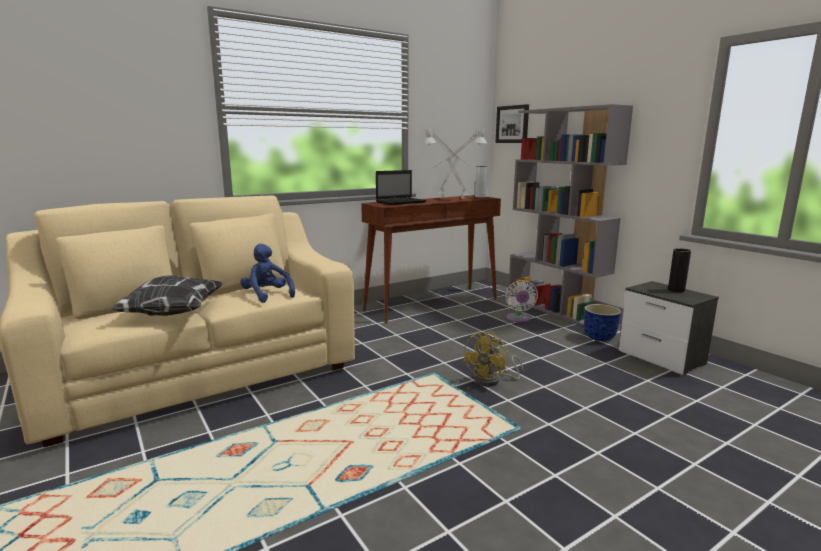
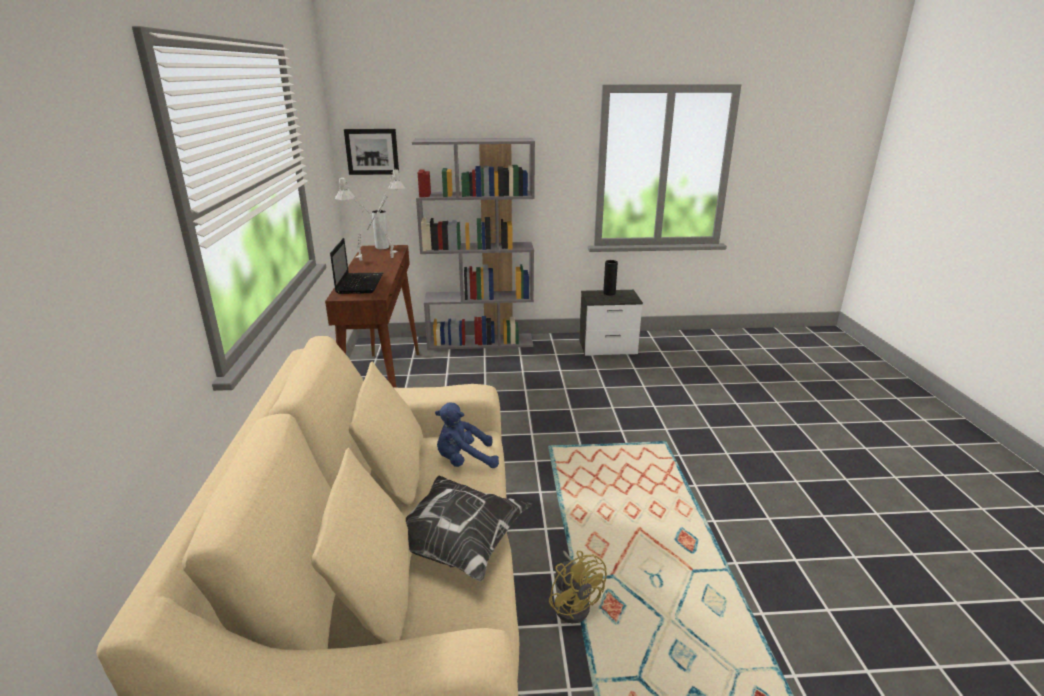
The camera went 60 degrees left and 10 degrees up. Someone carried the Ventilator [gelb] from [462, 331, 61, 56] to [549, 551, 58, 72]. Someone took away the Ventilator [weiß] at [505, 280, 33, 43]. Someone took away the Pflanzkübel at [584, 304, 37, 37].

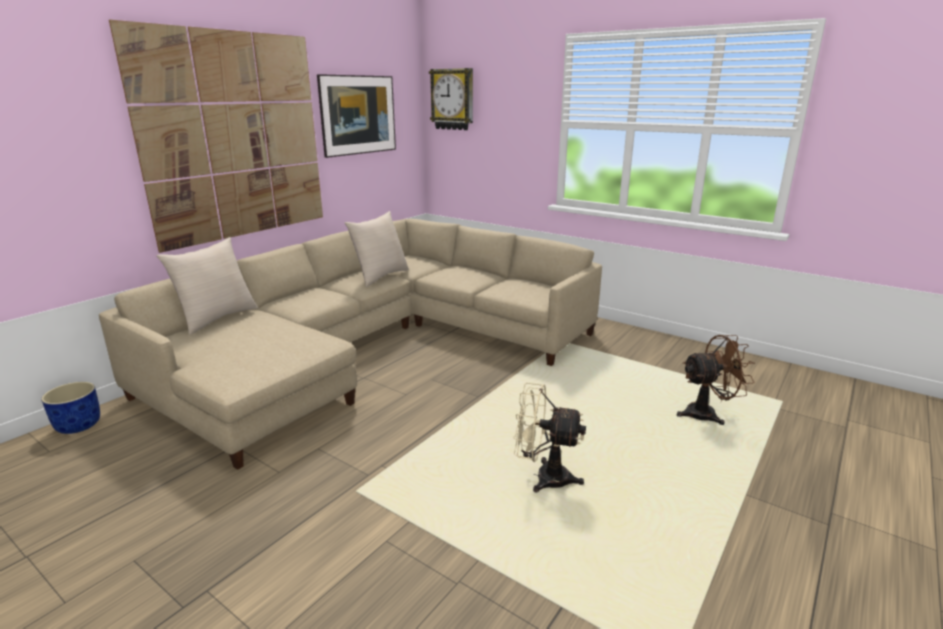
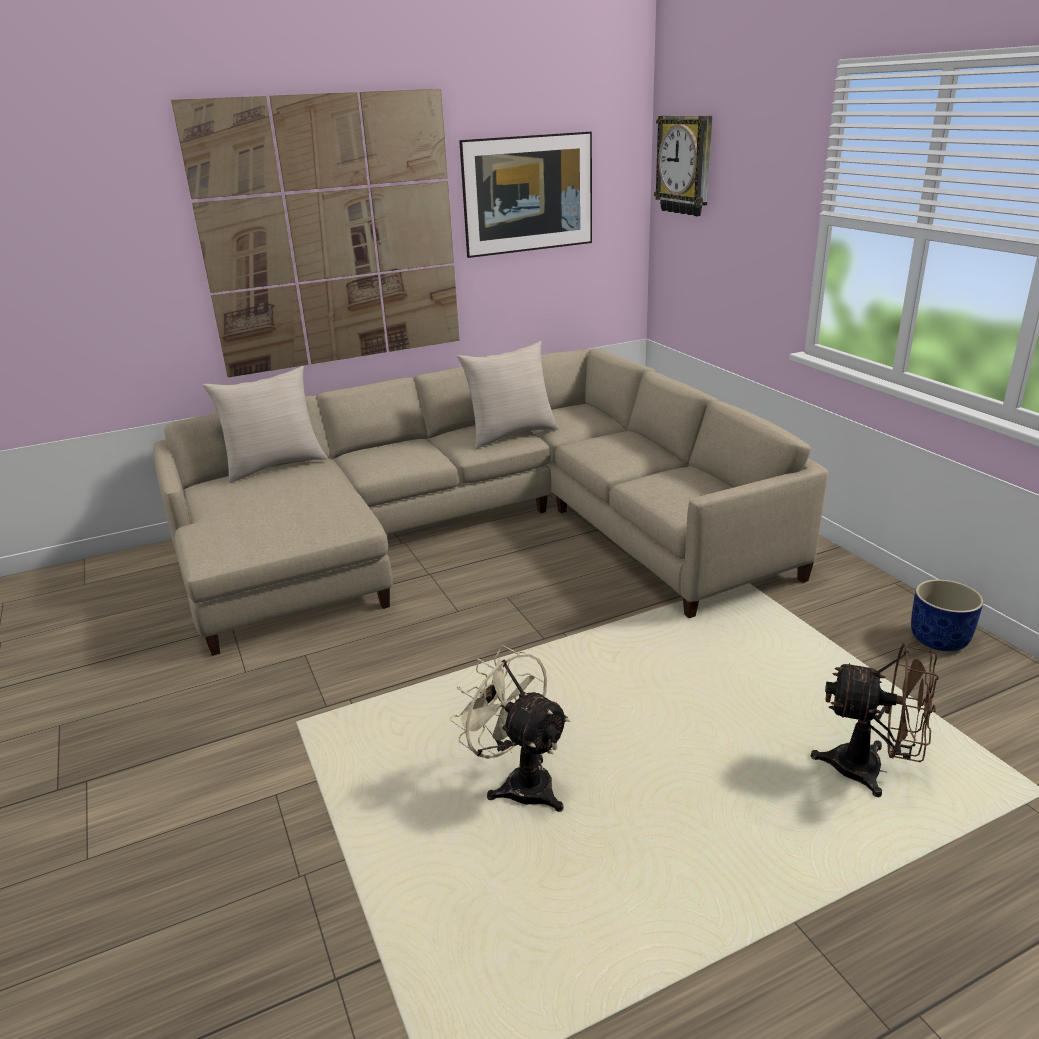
The camera went 30 degrees right and 5 degrees up. Someone carried the Pflanzkübel [blau] from [41, 382, 59, 52] to [911, 579, 72, 72].

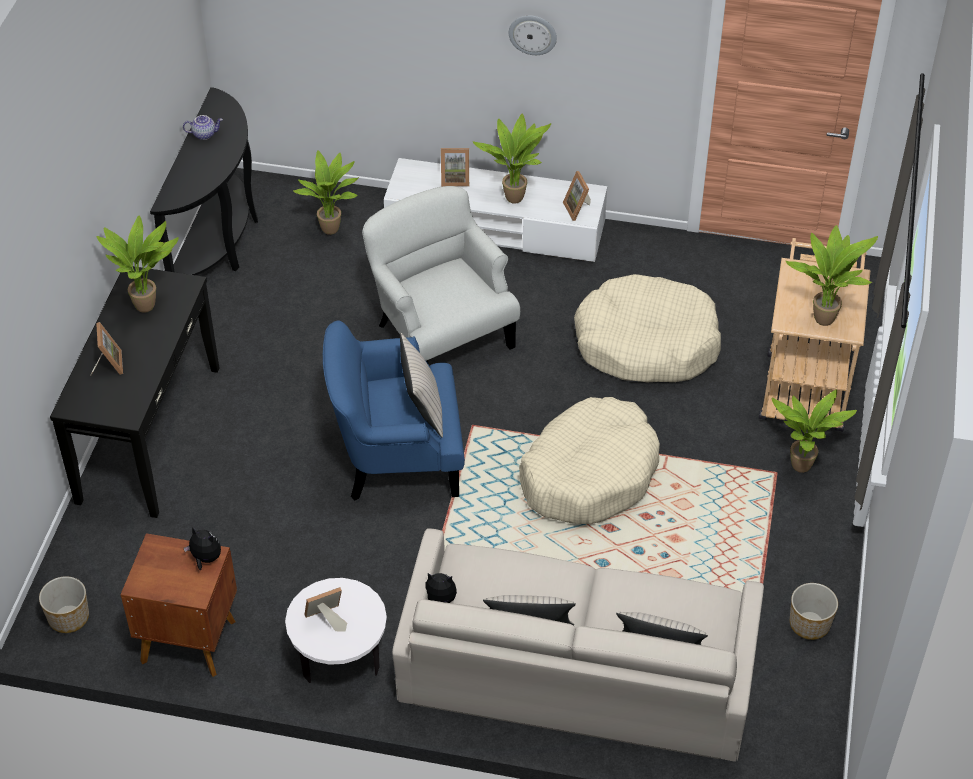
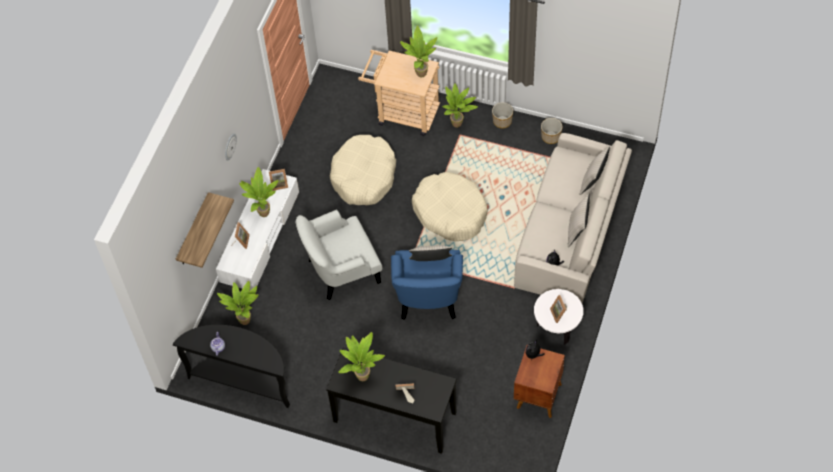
The camera went 80 degrees left and 10 degrees up. Someone put up the Wandregal at [176, 192, 58, 76]. Someone carried the Pflanzkübel from [39, 576, 50, 57] to [492, 102, 21, 26].

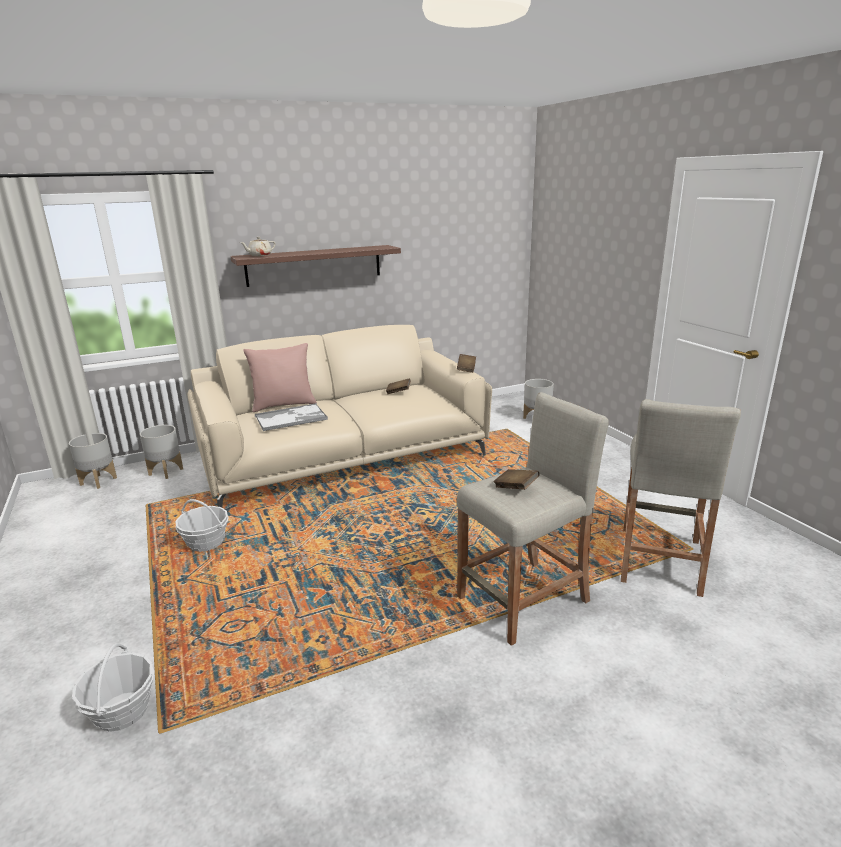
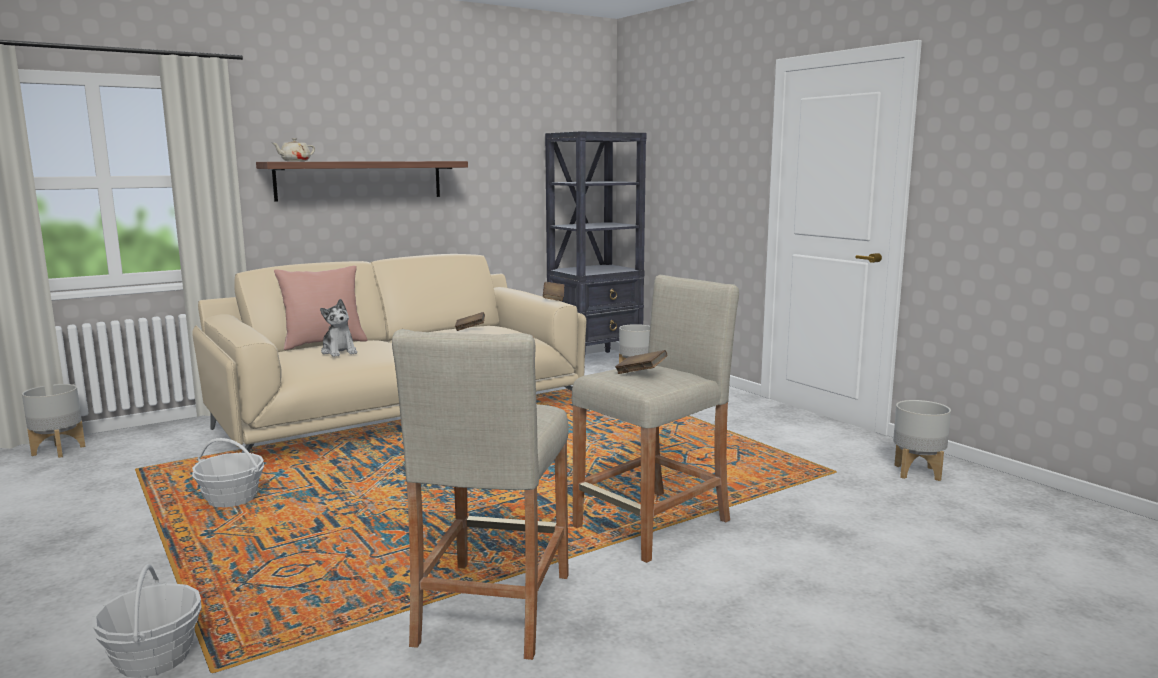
The camera went 10 degrees left and 10 degrees down. Someone swapped the Tablett at [255, 403, 73, 28] for the Plüschtier at [320, 299, 37, 58]. Someone carried the Hocker [beige] from [621, 399, 120, 198] to [392, 329, 177, 331]. Someone put down the Bücherregal [schwarz] at [545, 131, 101, 237]. Someone carried the Pflanzkübel [grau] from [140, 425, 43, 54] to [893, 400, 58, 81].

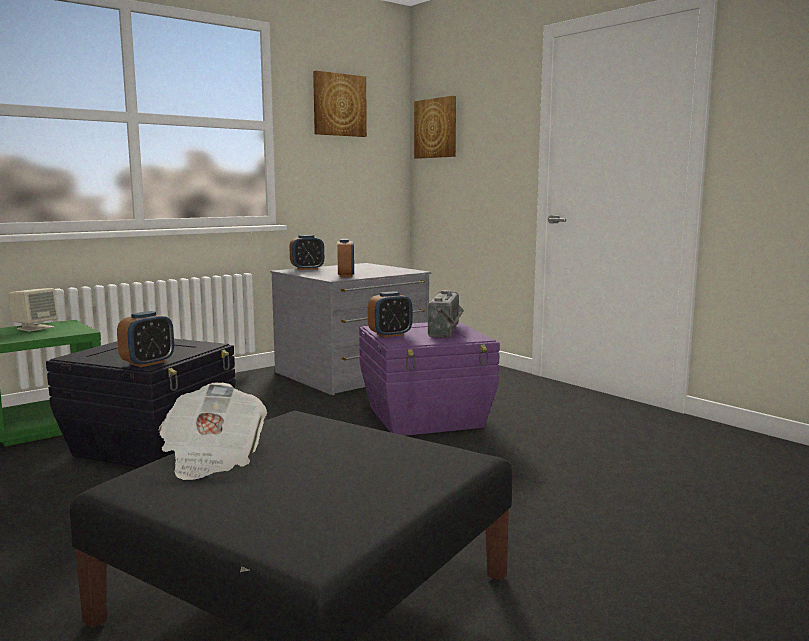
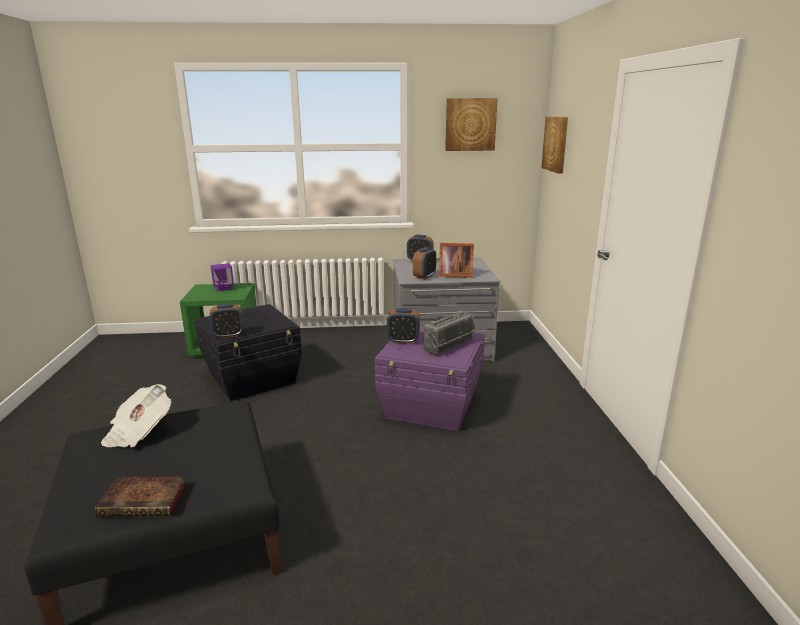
The camera went 35 degrees right and 10 degrees up. Someone put down the Buch at [94, 476, 94, 40]. Someone repainted the Lautsprecher [beige] at [8, 288, 50, 44], which became the Lautsprecher [lila] at [211, 263, 23, 28]. Someone put down the Bilderrahmen at [439, 243, 35, 35].

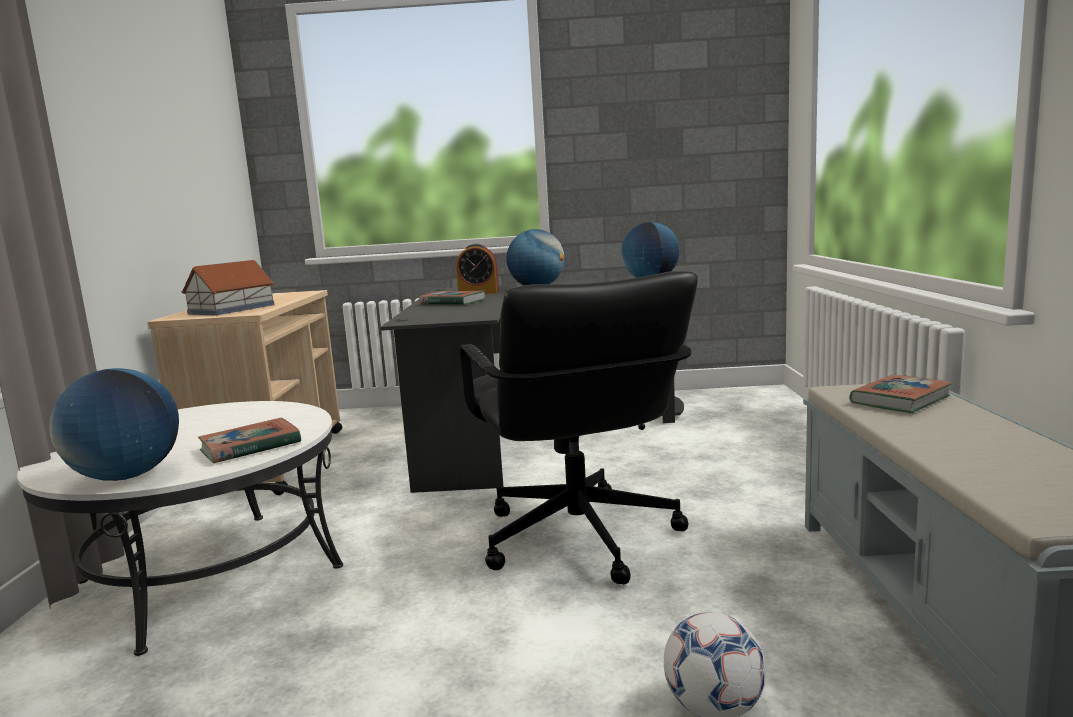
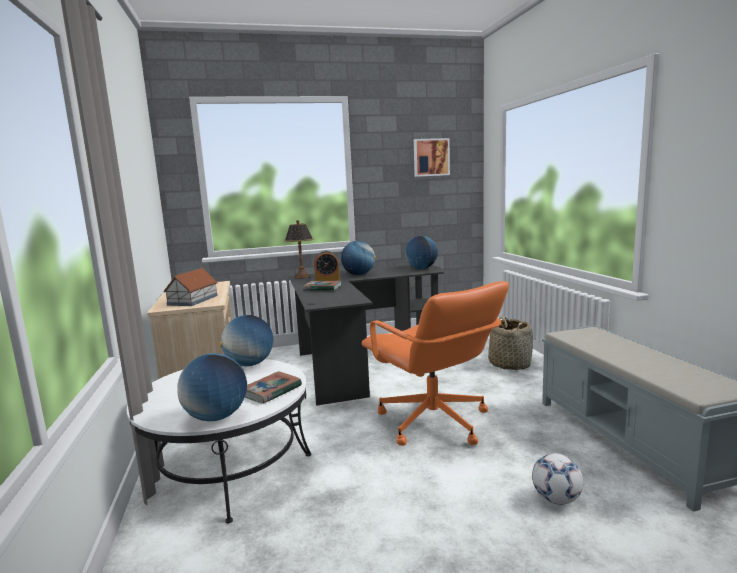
The camera went 15 degrees left and 0 degrees up. Someone put down the Globus at [220, 315, 53, 51]. Someone put down the Tischlampe at [284, 220, 30, 59]. Someone repainted the Bürostuhl [schwarz] at [460, 271, 238, 313], which became the Bürostuhl [orange] at [362, 281, 147, 165]. Someone put up the Bild at [414, 138, 36, 39]. Someone put down the Korb at [488, 316, 45, 54]. Someone took away the Buch at [849, 375, 104, 38].

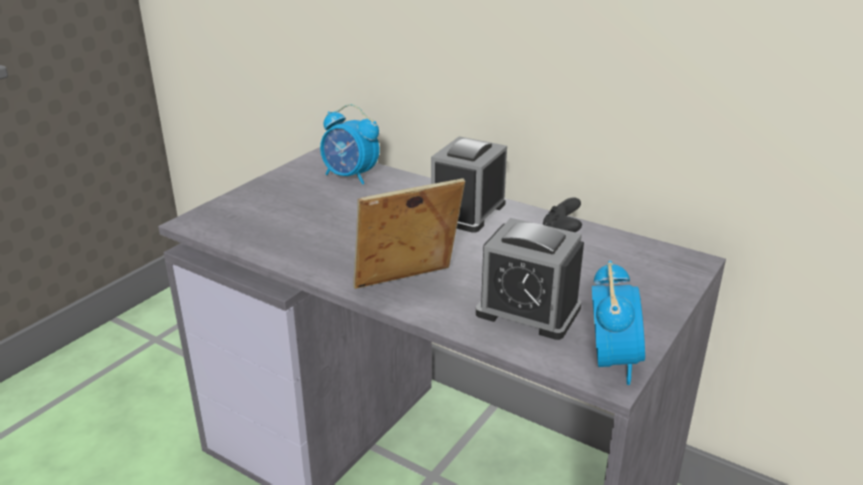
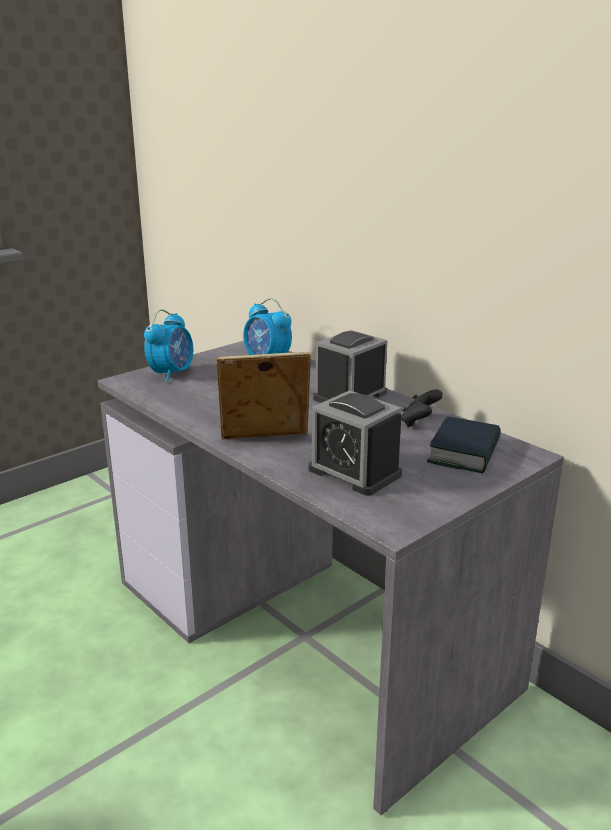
The camera went 15 degrees right and 5 degrees down. Someone carried the Wecker from [592, 261, 53, 124] to [144, 309, 49, 73]. Someone put down the Buch at [427, 416, 74, 57].

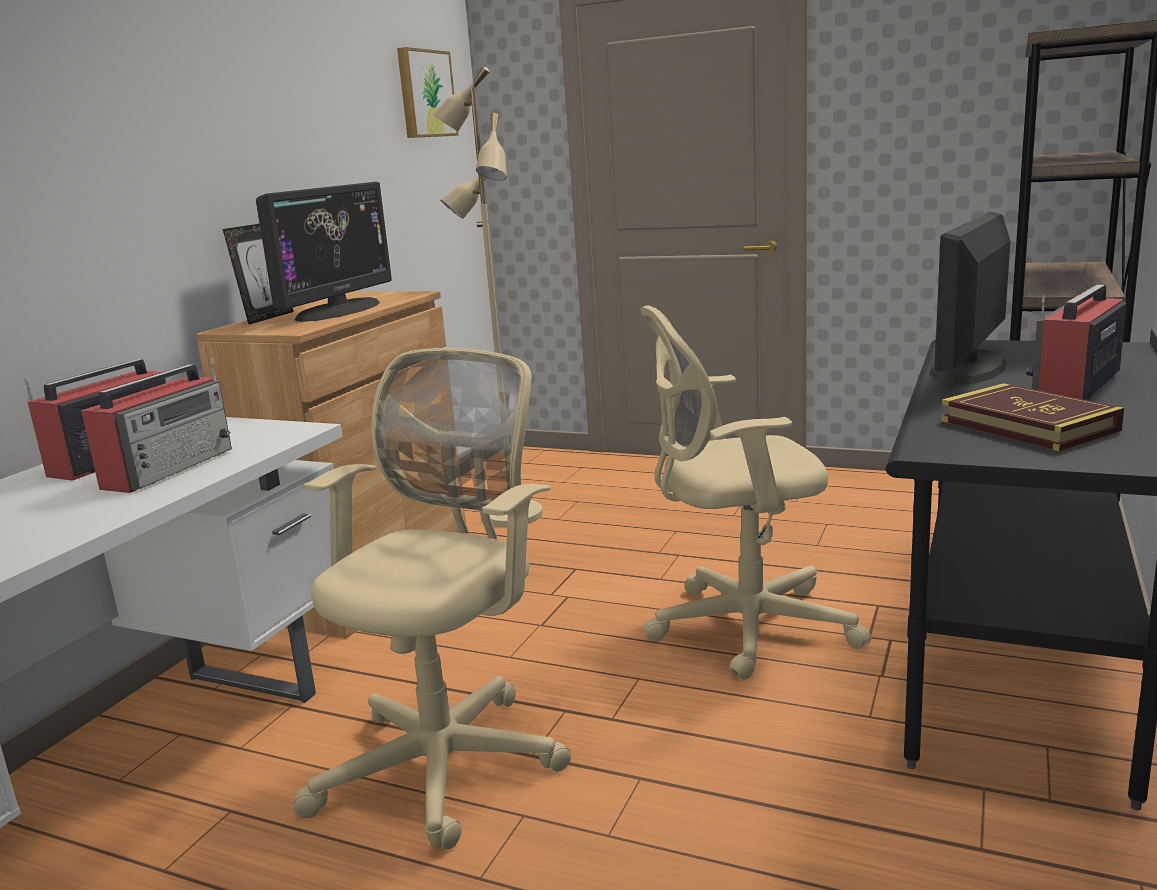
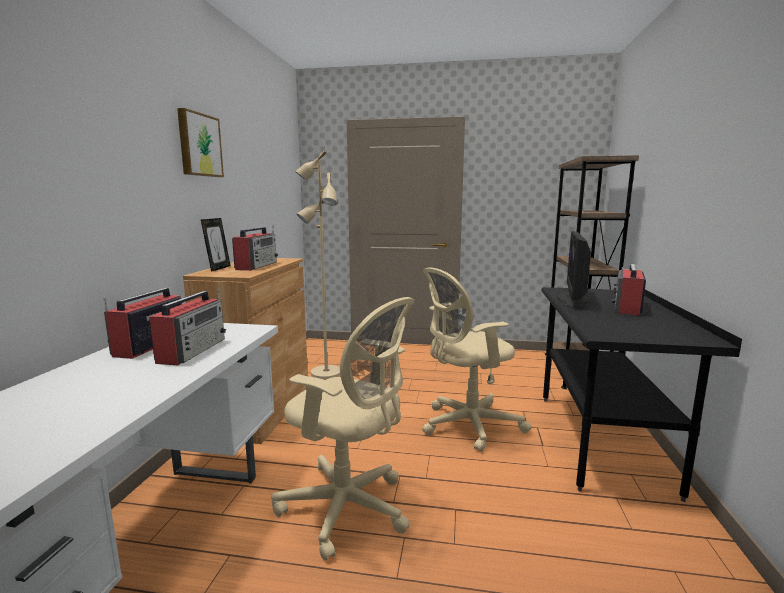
The camera went 15 degrees left and 5 degrees down. Someone carried the Bild from [397, 47, 61, 91] to [177, 108, 47, 69]. Someone swapped the Monitor at [256, 182, 136, 140] for the Radio at [232, 225, 46, 46]. Someone rotated the Bürostuhl [beige] at [293, 348, 278, 502] by 105 degrees clockwise. Someone took away the Buch at [941, 383, 183, 68].

